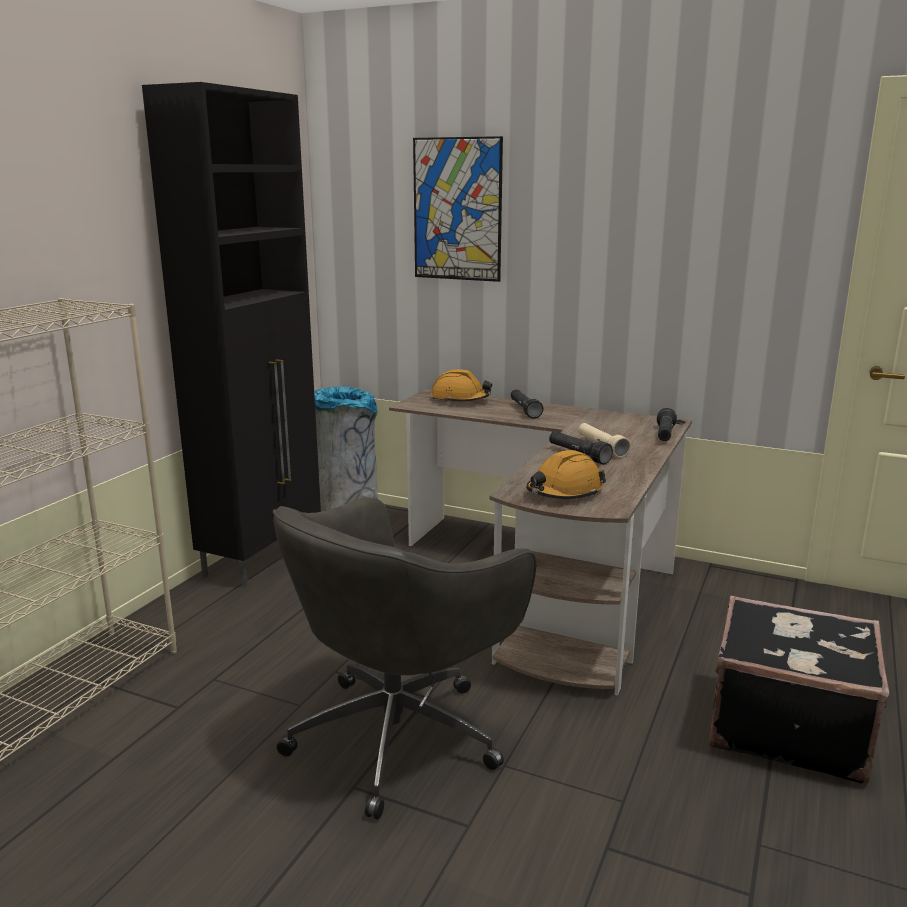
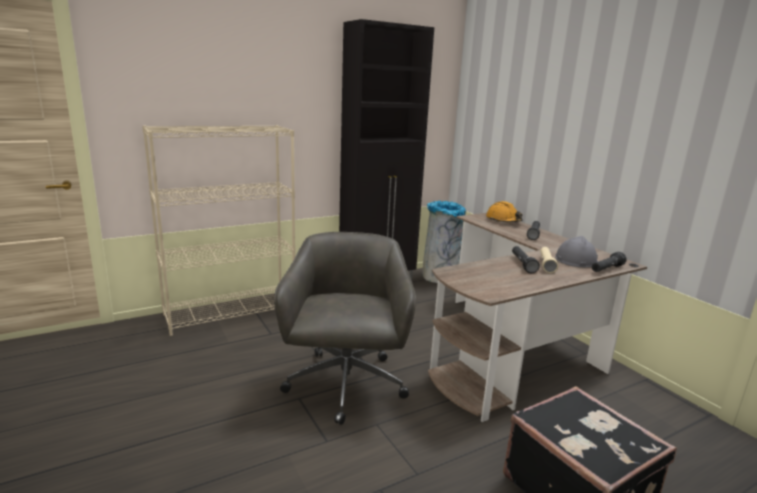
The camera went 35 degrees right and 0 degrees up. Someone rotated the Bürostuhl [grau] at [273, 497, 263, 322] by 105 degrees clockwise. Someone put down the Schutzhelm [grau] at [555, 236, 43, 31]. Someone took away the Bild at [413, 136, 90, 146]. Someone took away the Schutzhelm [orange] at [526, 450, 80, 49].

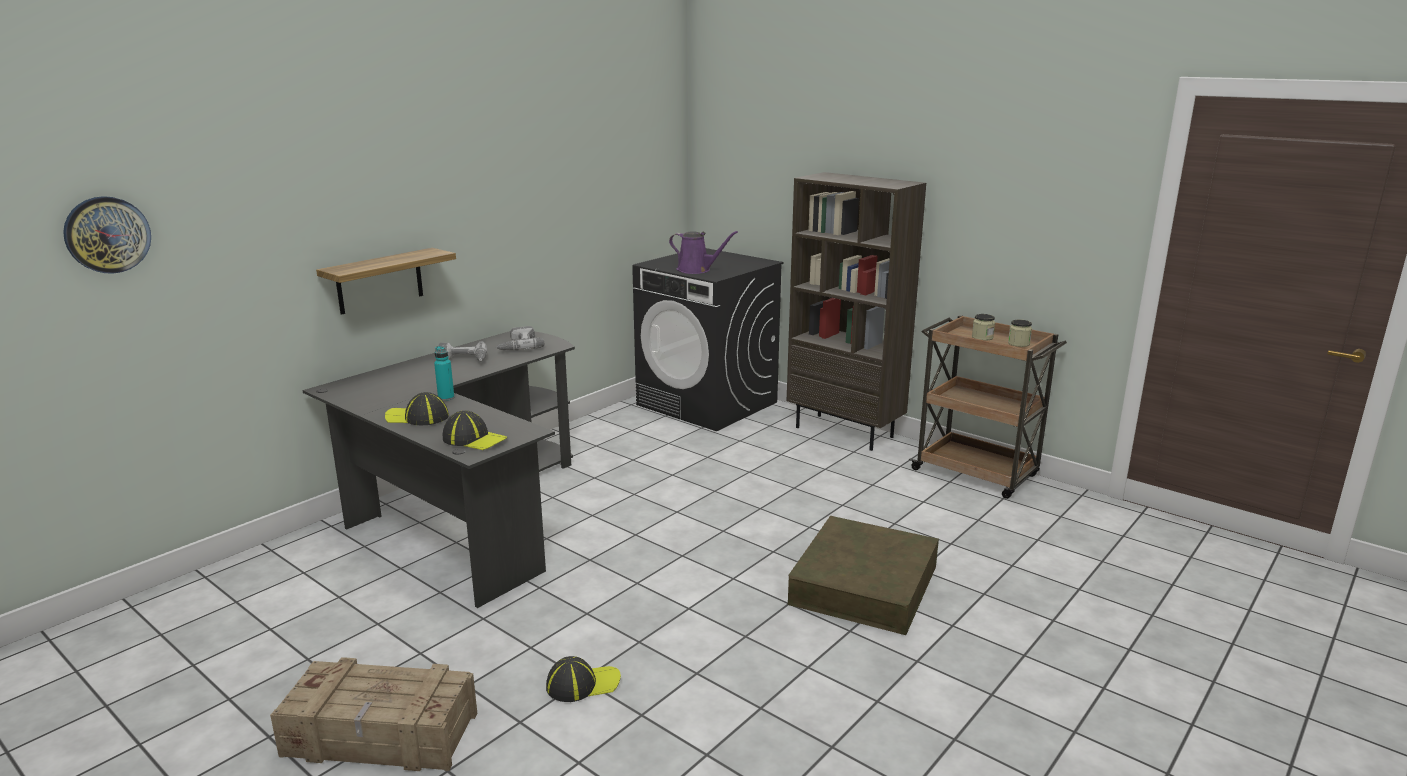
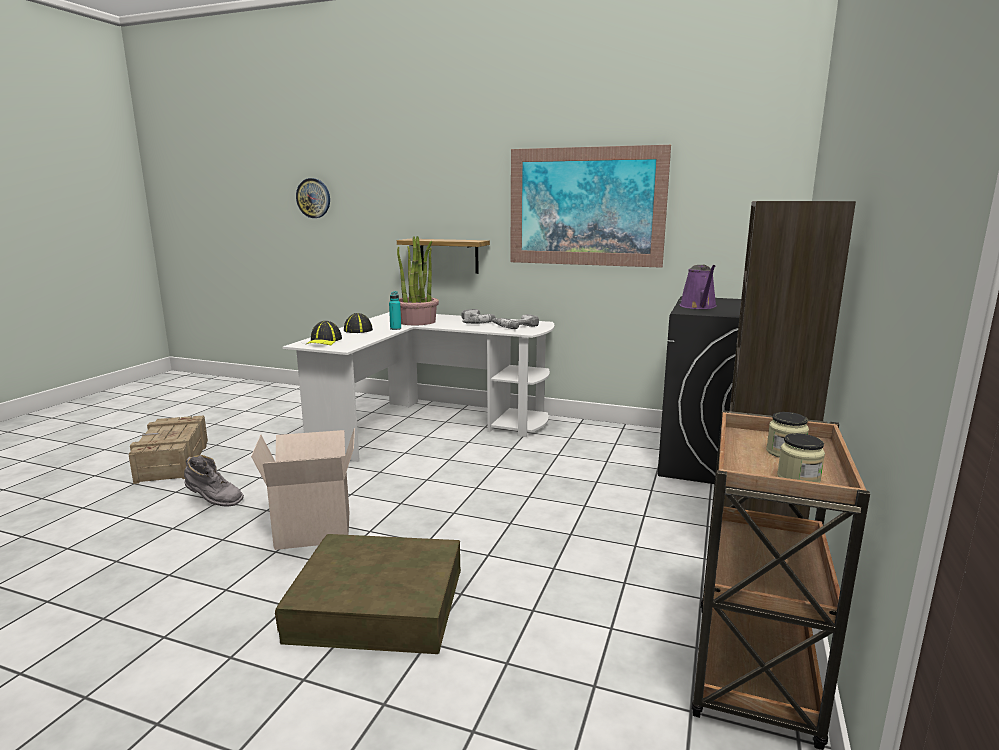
The camera went 70 degrees right and 5 degrees down. Someone swapped the Kappe at [546, 656, 75, 46] for the Stiefel [grau] at [184, 455, 60, 52]. Someone put down the Karton at [251, 428, 104, 122]. Someone repainted the Schreibtisch [schwarz] at [303, 331, 272, 277], which became the Schreibtisch [weiß] at [282, 312, 272, 150]. Someone put down the Topfpflanze at [397, 236, 42, 89]. Someone put up the Bild at [510, 145, 161, 123].

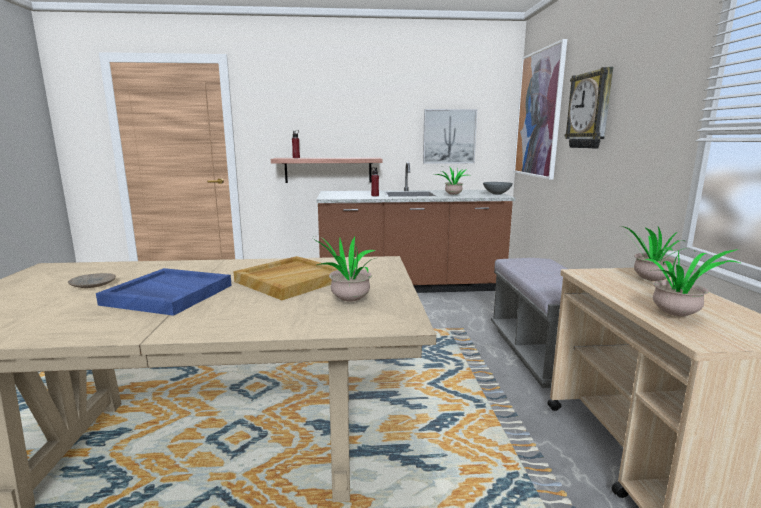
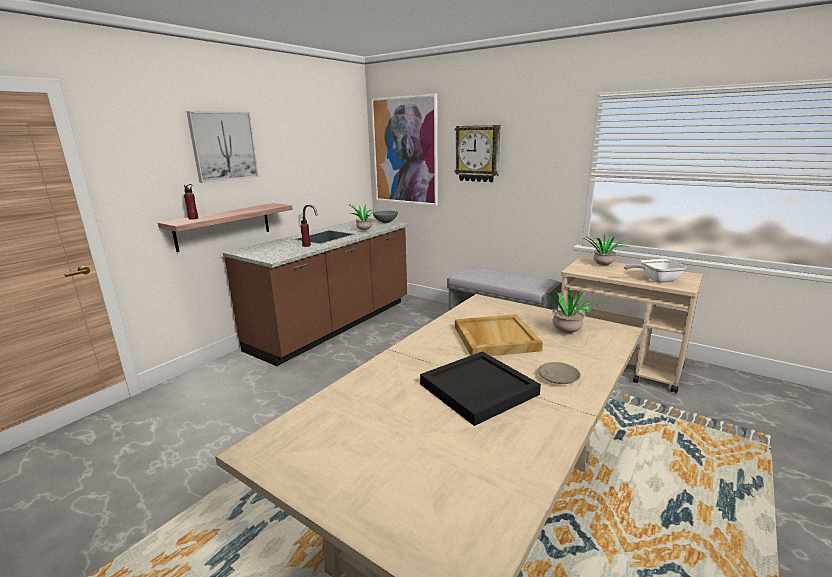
The camera went 50 degrees left and 5 degrees up. Someone carried the Bild from [423, 109, 54, 55] to [187, 111, 72, 72]. Someone repainted the Tablett [blau] at [96, 268, 136, 48], which became the Tablett [schwarz] at [420, 351, 121, 75]. Someone carried the Teller [beige] from [68, 273, 48, 15] to [538, 362, 43, 22]. Someone swapped the Topfpflanze at [644, 249, 96, 67] for the Pfanne at [624, 259, 63, 24].

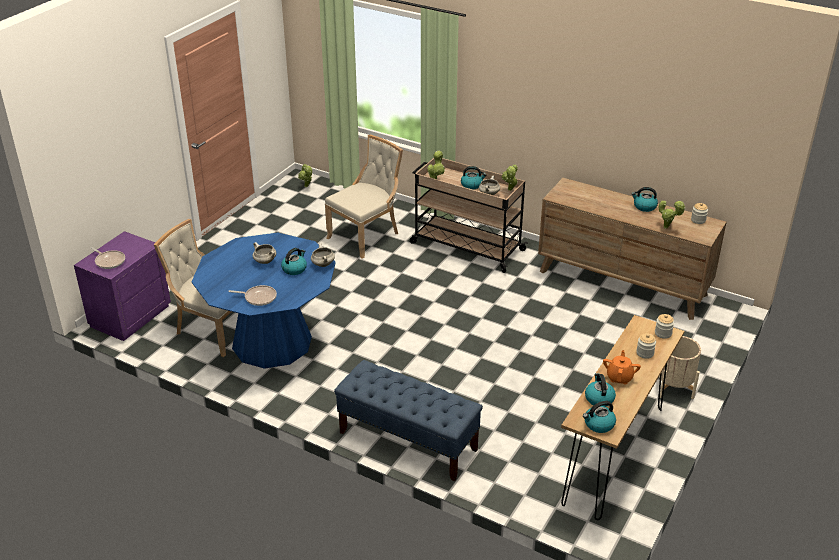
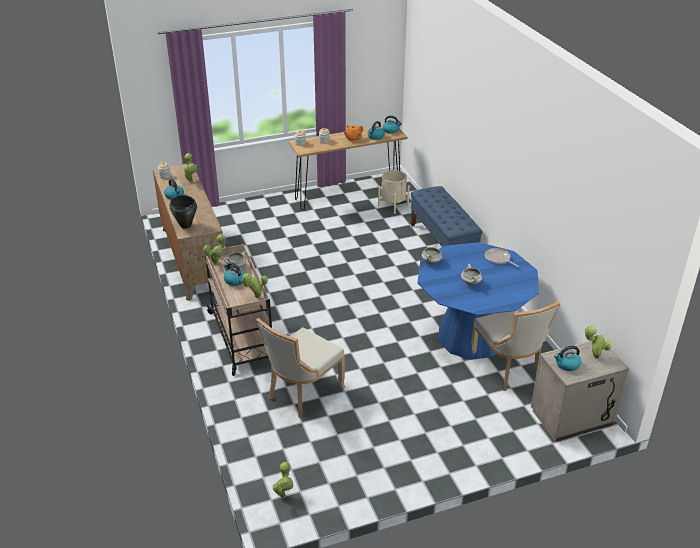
The camera went 140 degrees left and 0 degrees up. Someone put down the Kochtopf [schwarz] at [170, 195, 27, 34]. Someone rotated the Stuhl [beige] at [325, 135, 78, 124] by 45 degrees counterclockwise. Someone carried the Pflanzkübel [beige] from [659, 336, 42, 63] to [378, 170, 32, 44]. Someone repainted the Nachttisch [lila] at [74, 231, 97, 110], which became the Nachttisch [beige] at [531, 341, 98, 101]. Someone carried the Wasserkessel from [281, 248, 26, 27] to [554, 346, 27, 25]. Someone swapped the Pfanne at [90, 247, 35, 22] for the Topfpflanze at [585, 325, 27, 34].

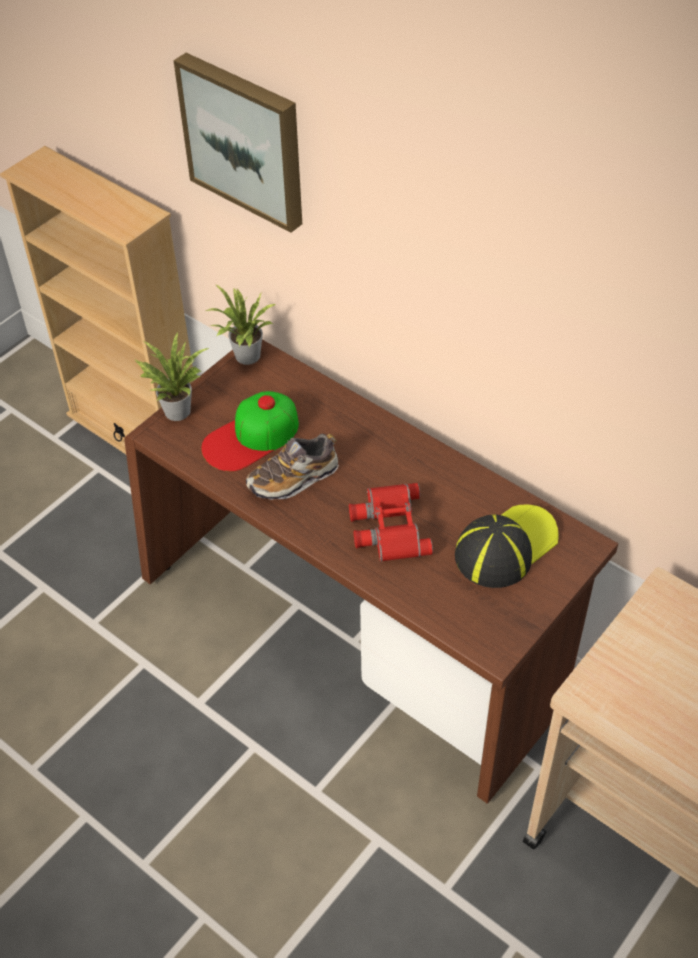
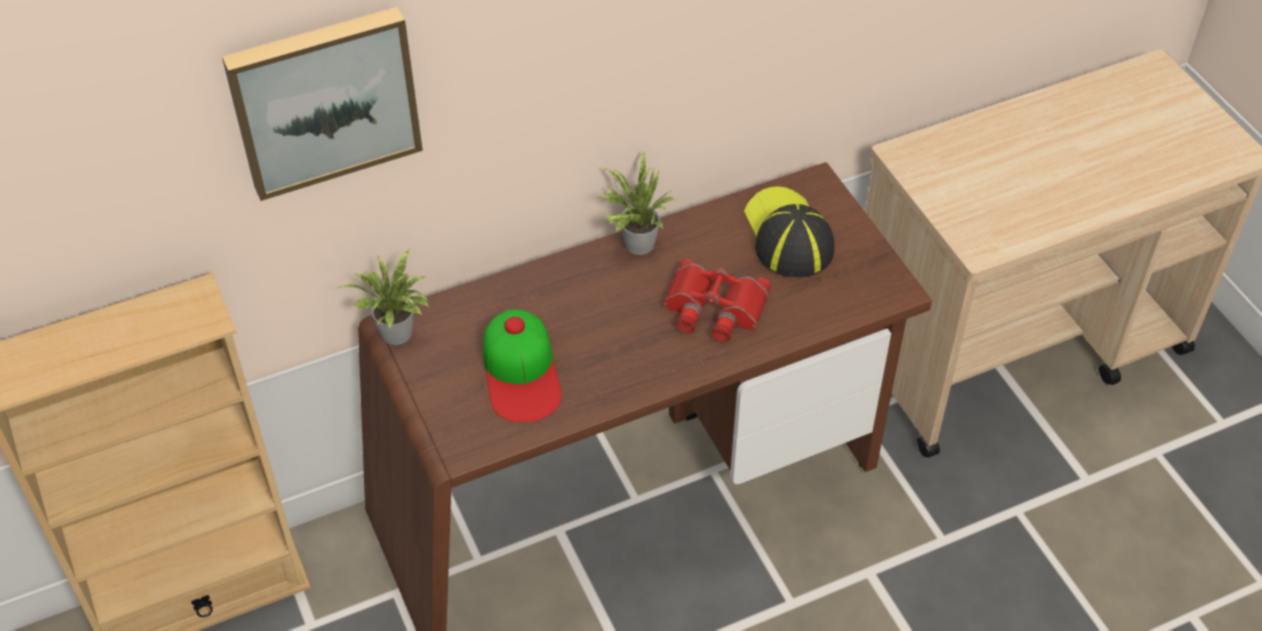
The camera went 65 degrees left and 0 degrees up. Someone carried the Topfpflanze from [135, 332, 74, 89] to [599, 151, 76, 104]. Someone took away the Schuh at [246, 434, 93, 66].

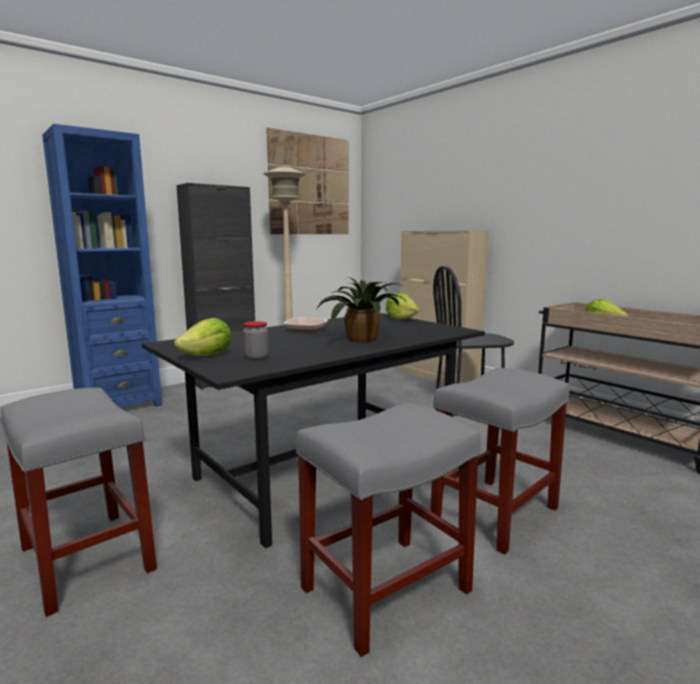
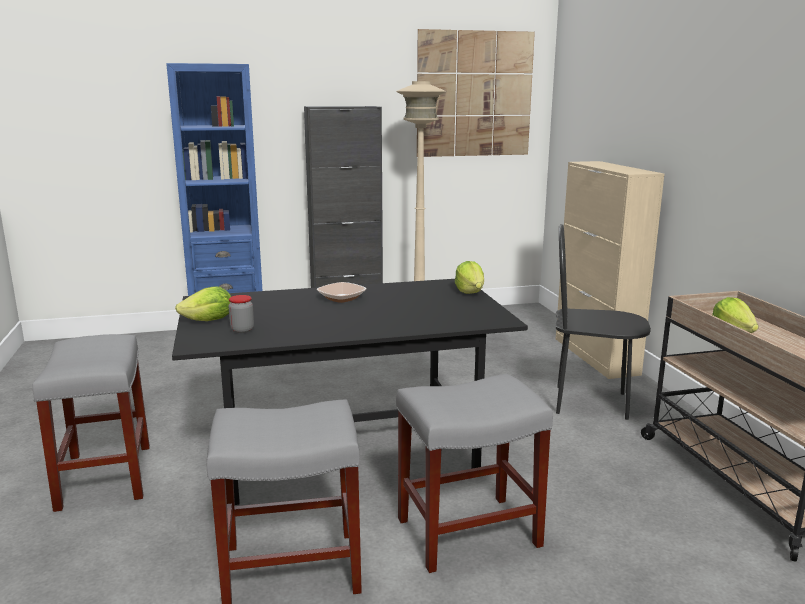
The camera went 25 degrees right and 5 degrees up. Someone took away the Topfpflanze at [317, 277, 90, 65].

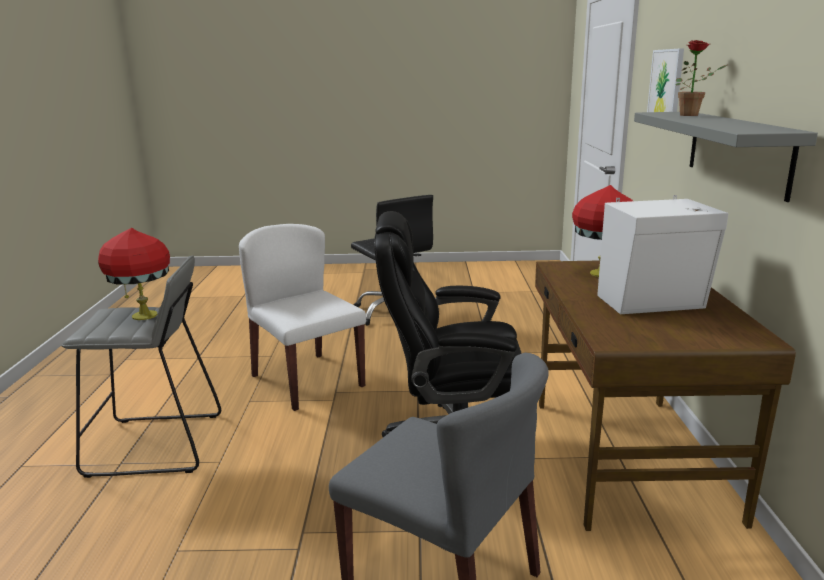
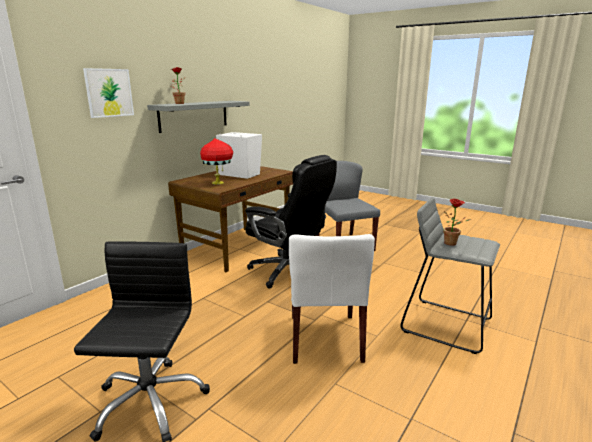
The camera went 145 degrees left and 0 degrees up. Someone swapped the Tischlampe [rot] at [98, 228, 72, 92] for the Topfpflanze at [443, 199, 29, 47].

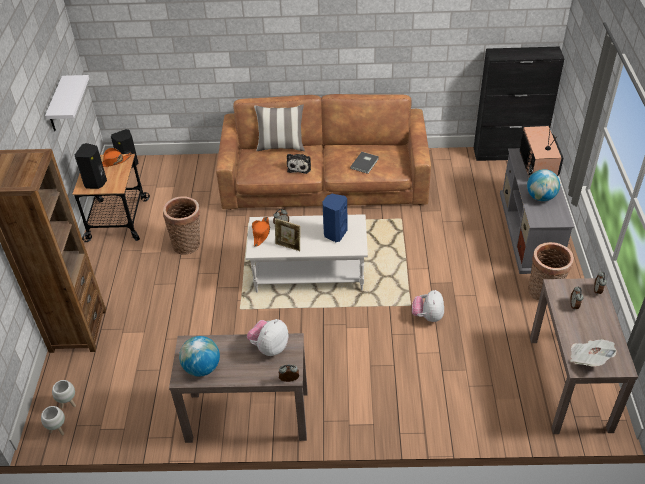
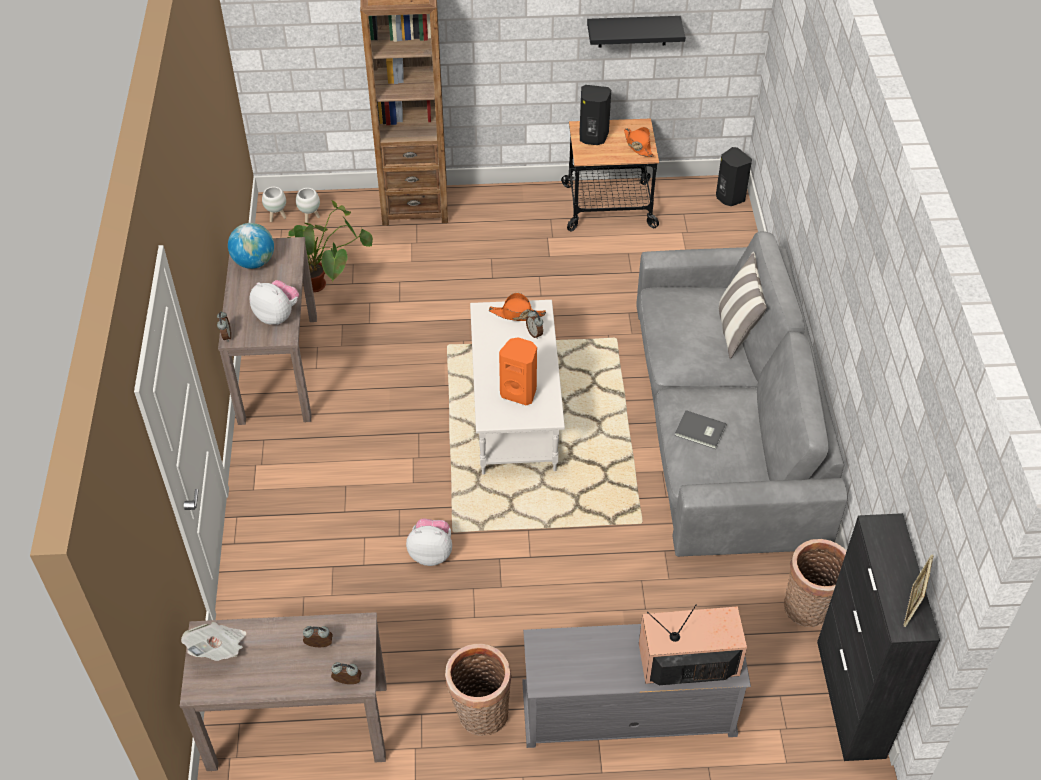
The camera went 85 degrees right and 5 degrees up. Someone put down the Topfpflanze at [287, 200, 86, 92]. Someone repainted the Lautsprecher [blau] at [322, 194, 26, 48], which became the Lautsprecher [orange] at [499, 337, 38, 68]. Someone repainted the Wandregal [weiß] at [45, 75, 44, 56], which became the Wandregal [schwarz] at [587, 16, 99, 32]. Someone repainted the Sofa [braun] at [216, 94, 215, 116], which became the Sofa [grau] at [636, 231, 212, 326]. Someone carried the Korb from [163, 196, 37, 59] to [784, 539, 63, 88]. Someone carried the Bilderrahmen from [275, 218, 26, 33] to [904, 554, 29, 73]. Someone took away the Plüschtier at [287, 154, 24, 20]. Someone took away the Globus at [527, 169, 33, 32].

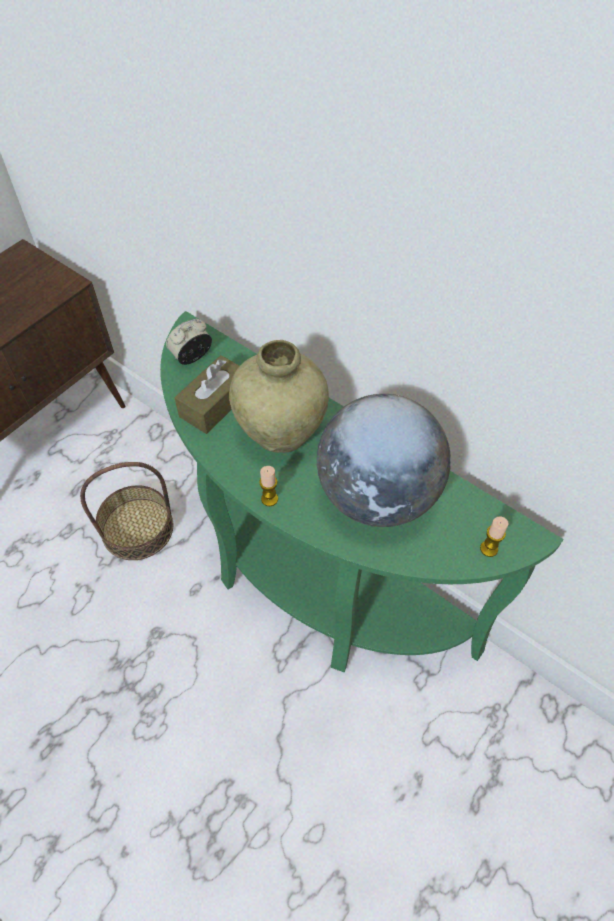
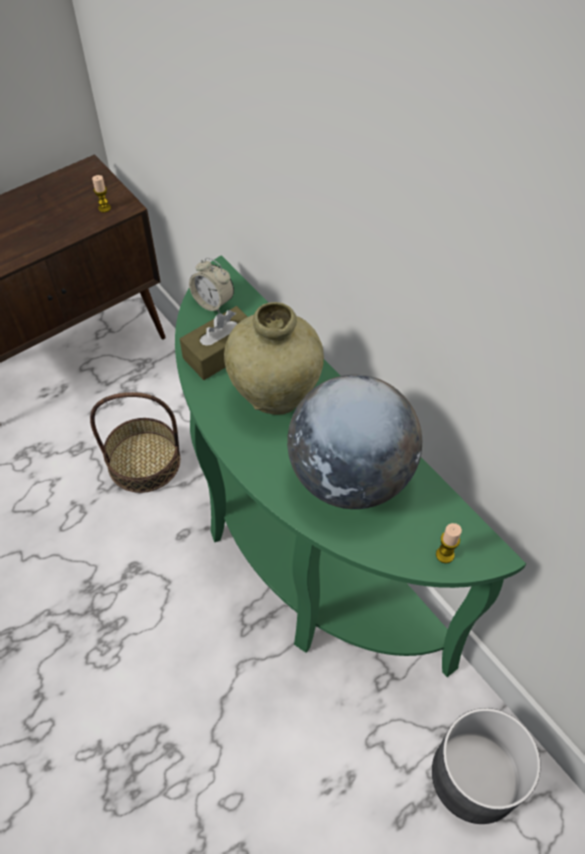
The camera went 15 degrees right and 0 degrees up. Someone carried the Kerze from [259, 466, 19, 40] to [92, 175, 19, 37]. Someone rotated the Wecker at [166, 319, 46, 46] by 120 degrees counterclockwise. Someone put down the Pflanzkübel [grau] at [432, 708, 109, 116].

